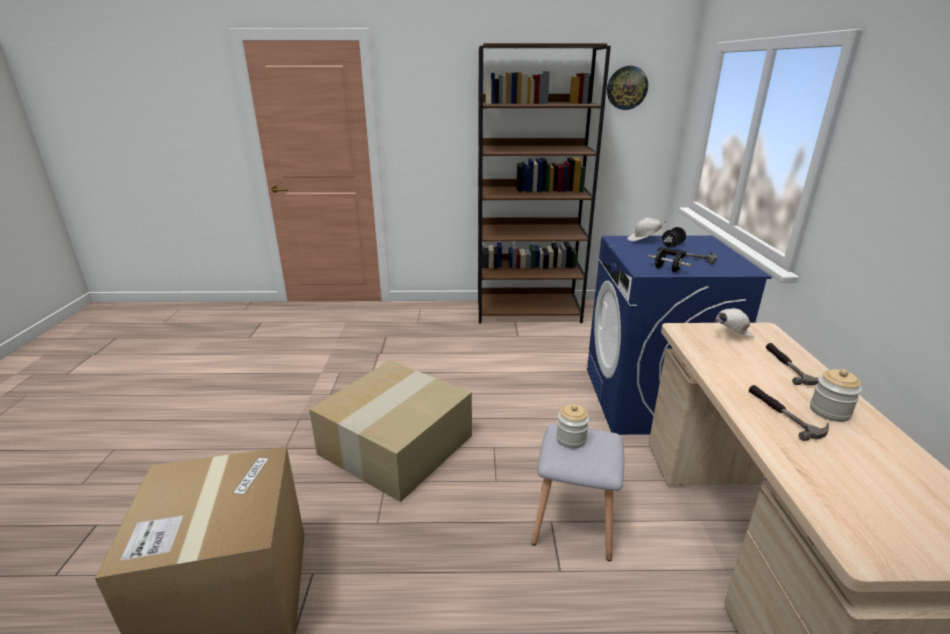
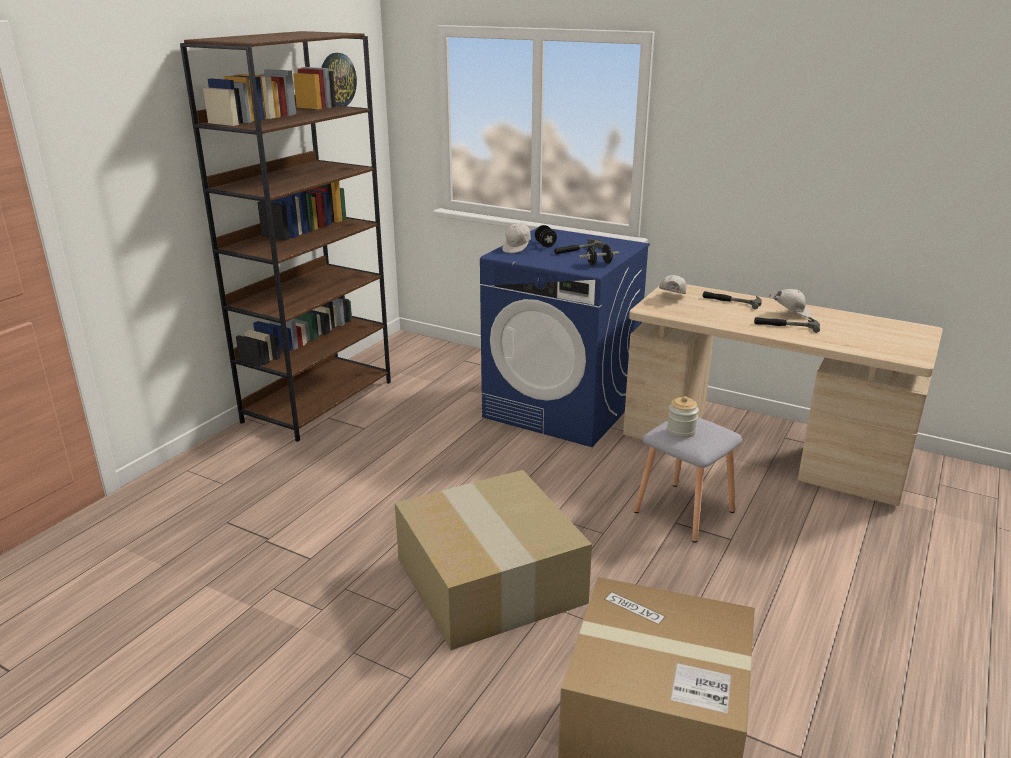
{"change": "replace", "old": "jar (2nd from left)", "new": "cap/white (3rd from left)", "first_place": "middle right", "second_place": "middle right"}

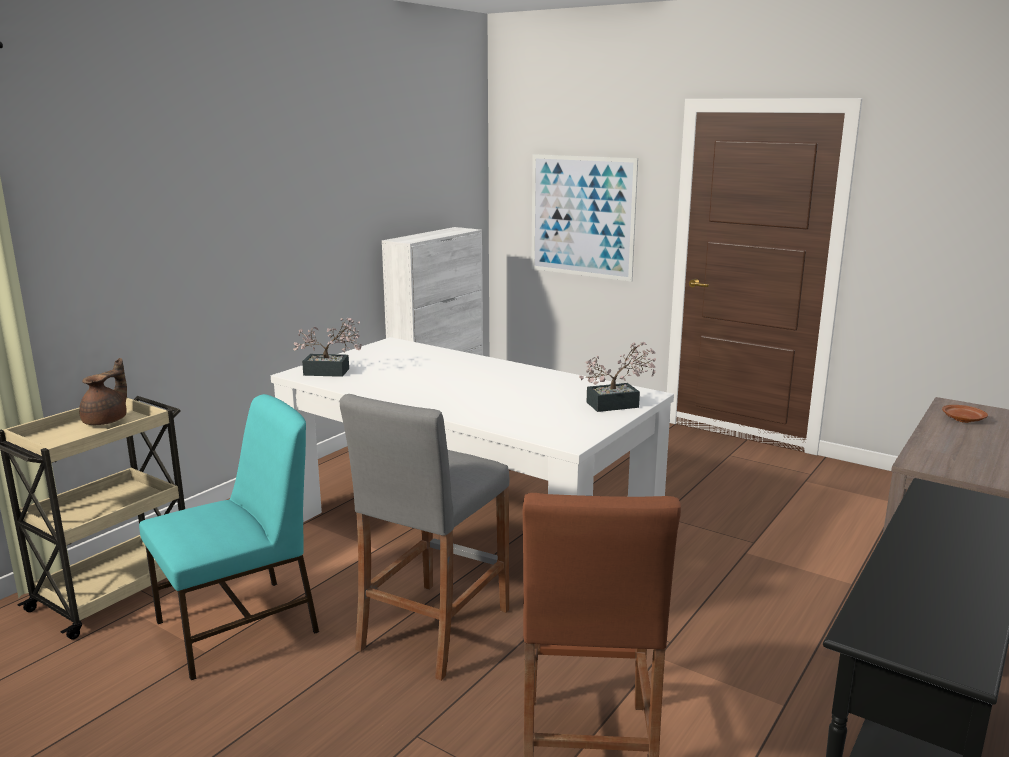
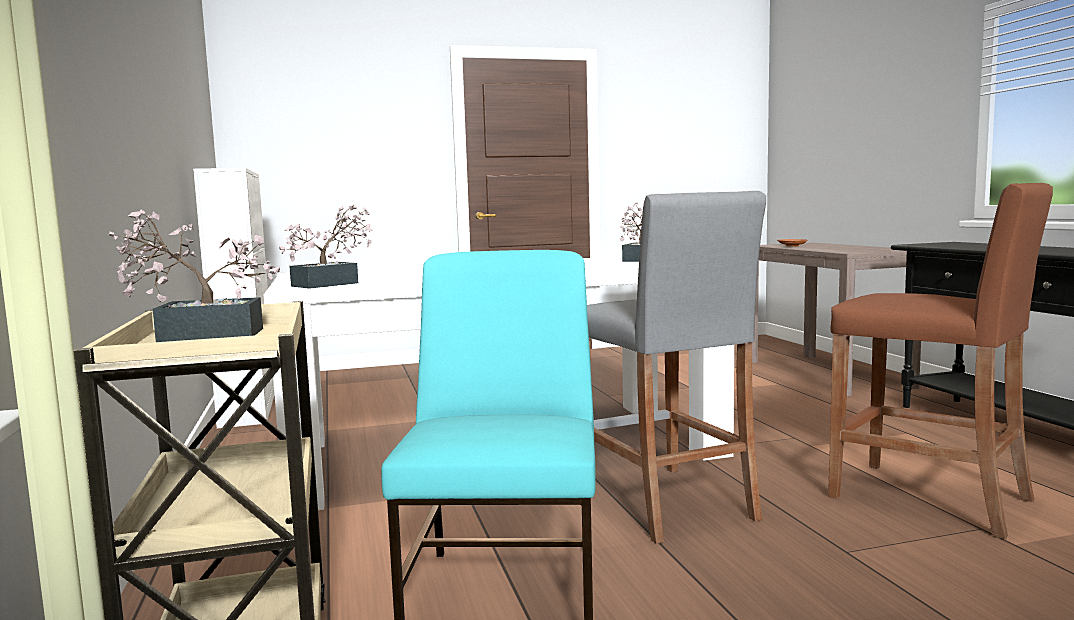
{"change": "replace", "old": "teapot/brown", "new": "potted plant (1st from left)", "first_place": "middle left", "second_place": "middle left"}
{"change": "delete", "old": "picture", "first_place": "top centre"}

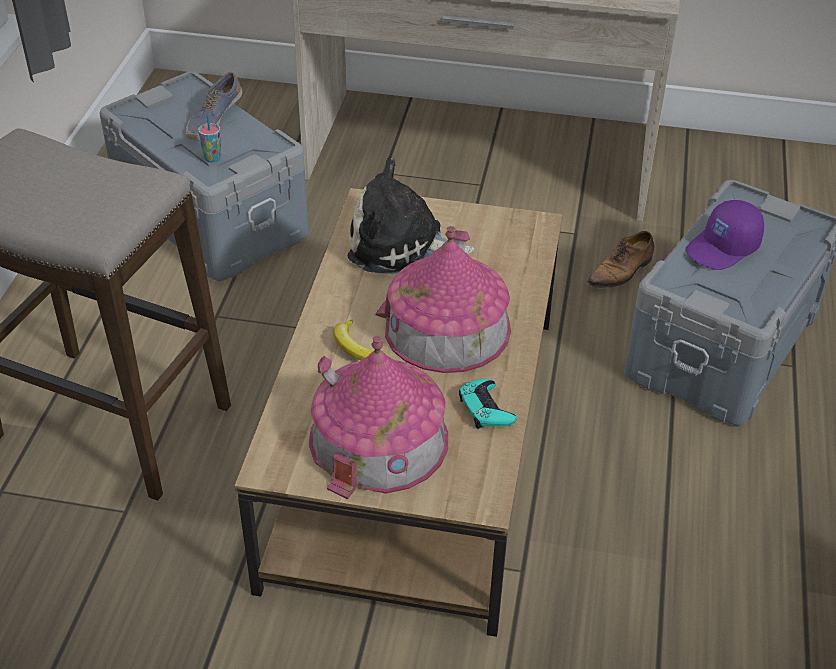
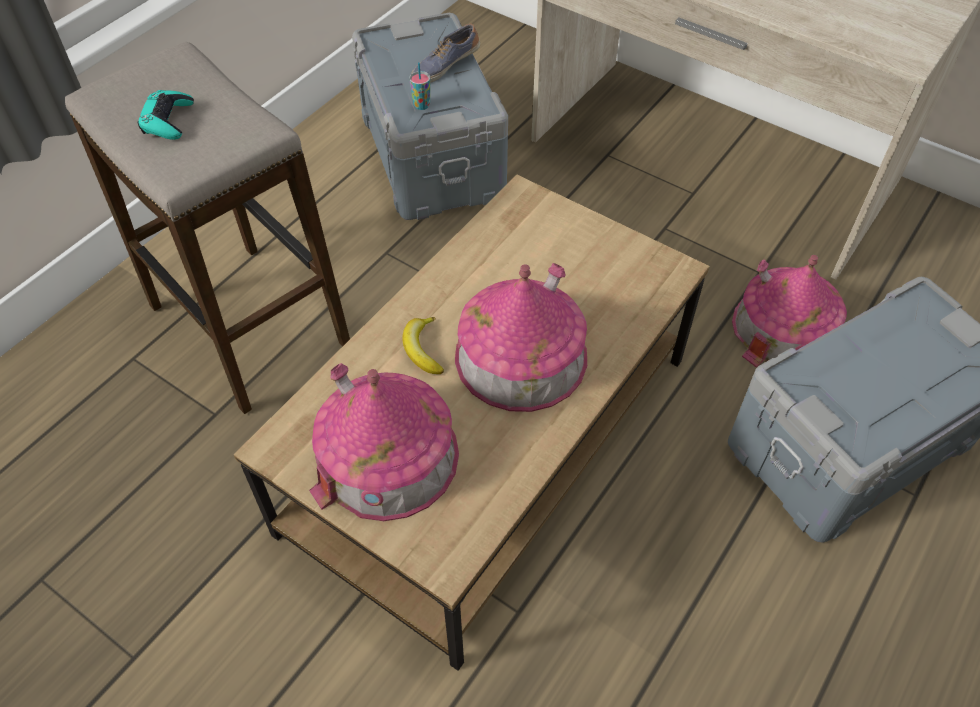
{"change": "delete", "old": "plush toy", "first_place": "top centre"}
{"change": "move", "old": "game controller/turquoise", "first_place": "centre", "second_place": "top left"}
{"change": "replace", "old": "shoe (2nd from left)", "new": "toy house (3rd from left)", "first_place": "middle right", "second_place": "middle right"}
{"change": "delete", "old": "cap/purple", "first_place": "middle right"}

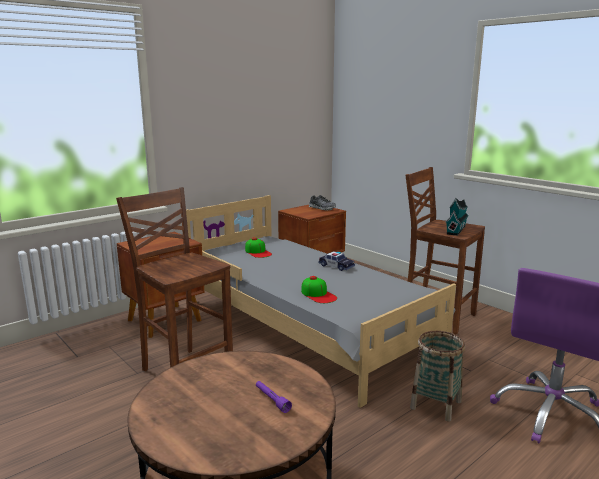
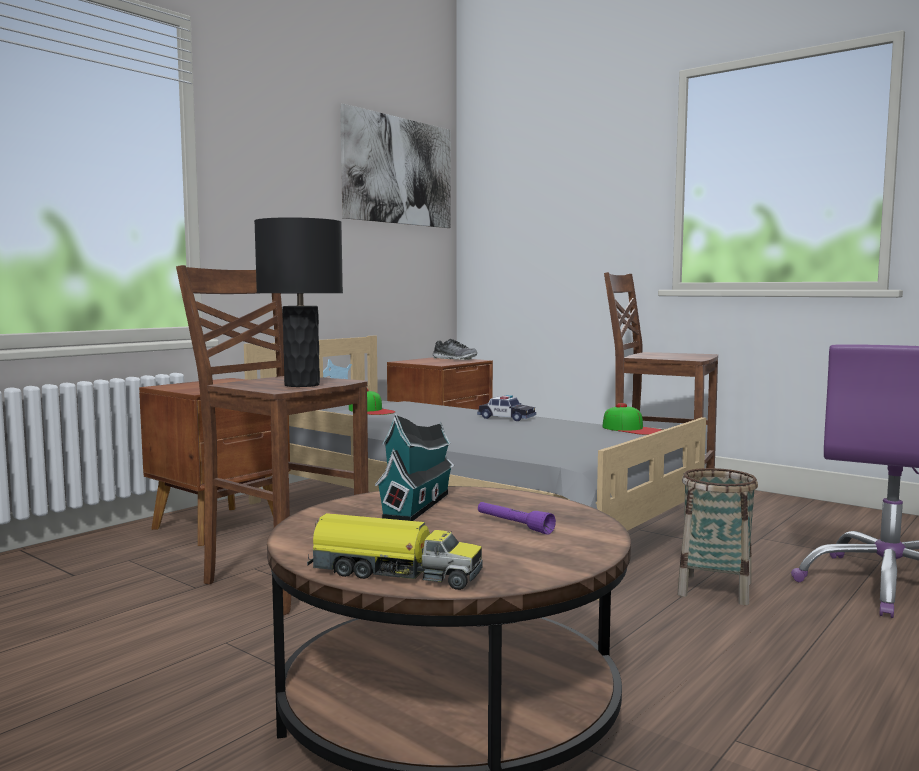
{"change": "move", "old": "cap (2nd from left)", "first_place": "centre", "second_place": "middle right"}
{"change": "move", "old": "toy house", "first_place": "middle right", "second_place": "centre"}
{"change": "insert", "new": "table lamp/black", "second_place": "middle left"}
{"change": "insert", "new": "toy truck", "second_place": "bottom centre"}
{"change": "insert", "new": "picture", "second_place": "top centre"}

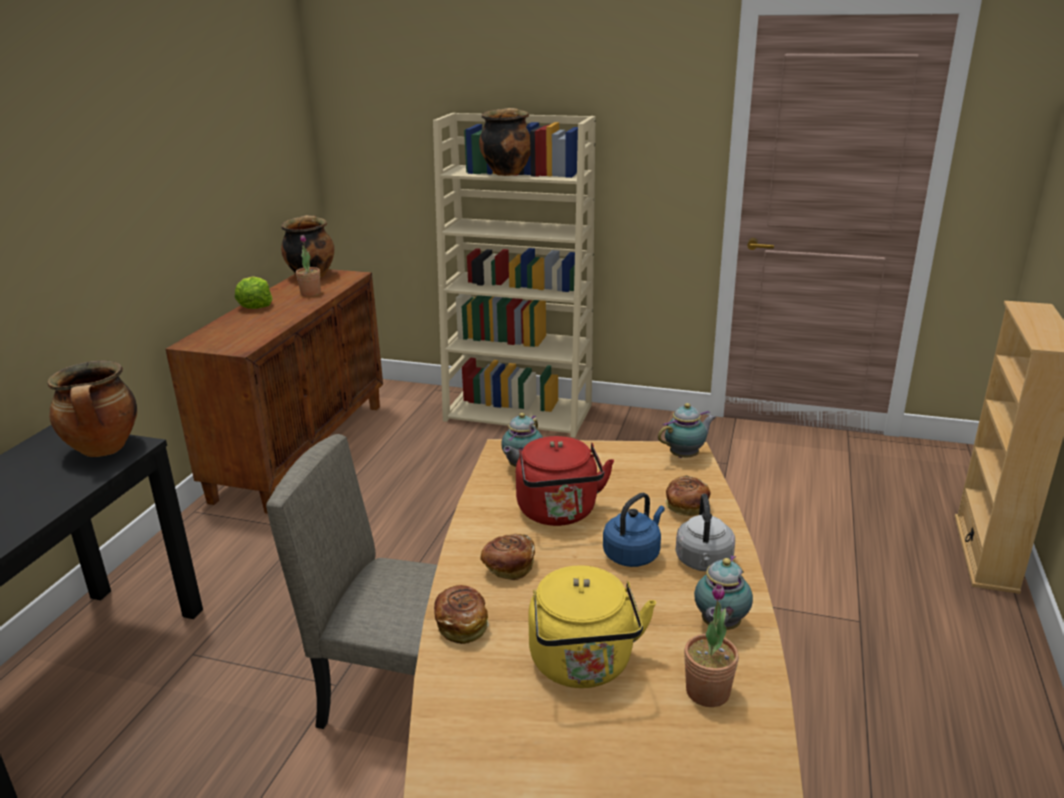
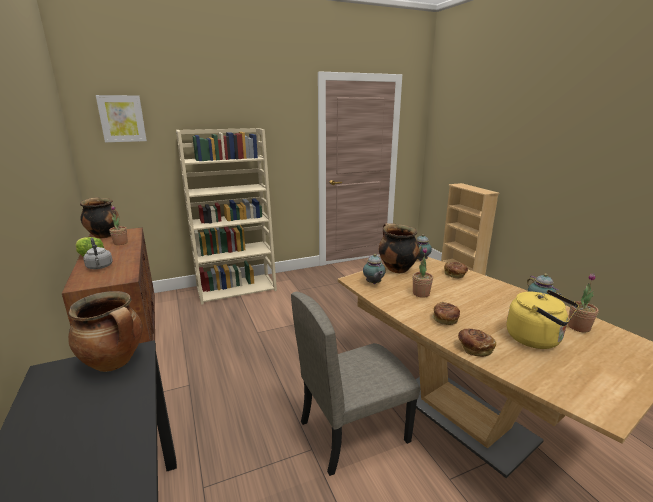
{"change": "move", "old": "cooking pot (3rd from left)", "first_place": "top centre", "second_place": "centre"}
{"change": "replace", "old": "kettle/red", "new": "potted plant (2nd from left)", "first_place": "centre", "second_place": "centre"}
{"change": "delete", "old": "kettle/blue", "first_place": "centre"}
{"change": "move", "old": "kettle/grey", "first_place": "bottom centre", "second_place": "middle left"}
{"change": "insert", "new": "picture", "second_place": "top left"}

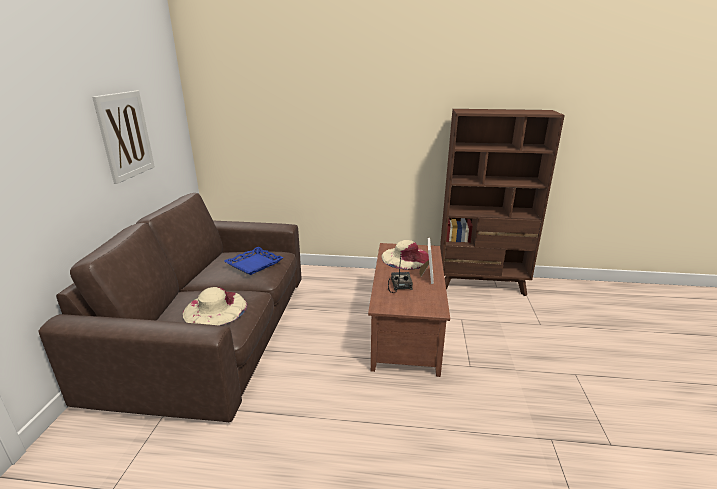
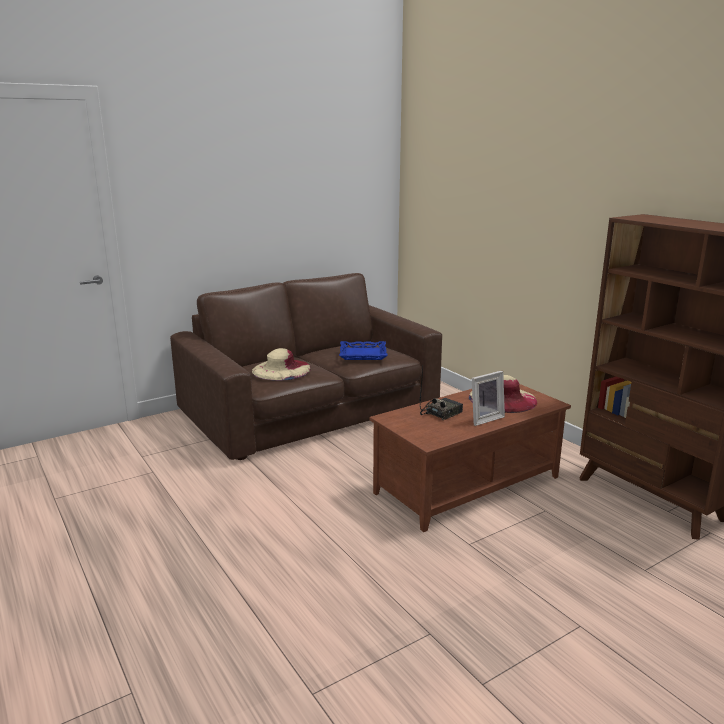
{"change": "delete", "old": "picture", "first_place": "top left"}

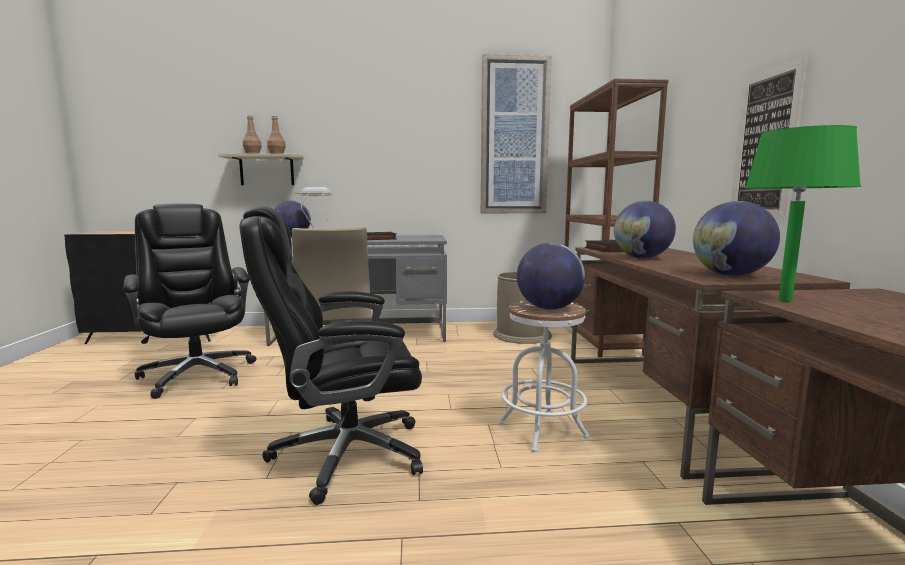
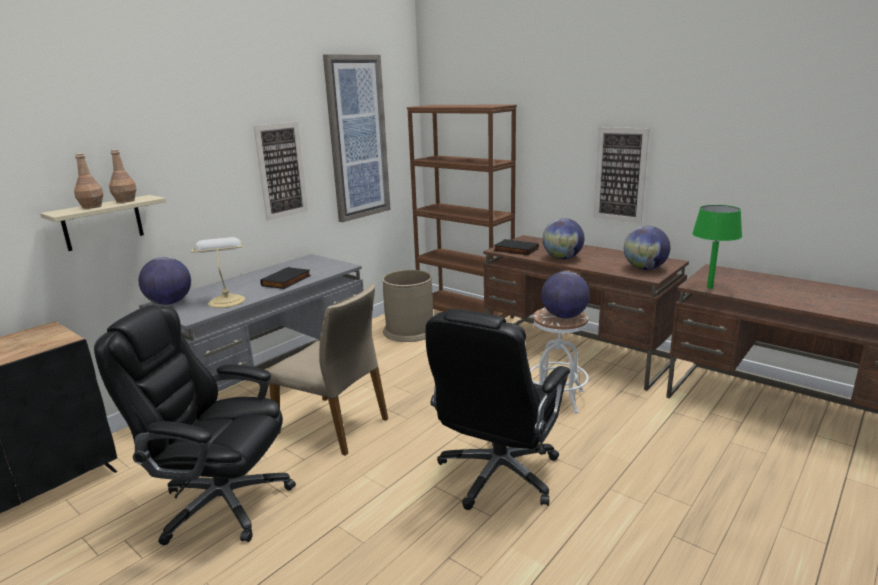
{"change": "insert", "new": "picture (1st from left)", "second_place": "top left"}

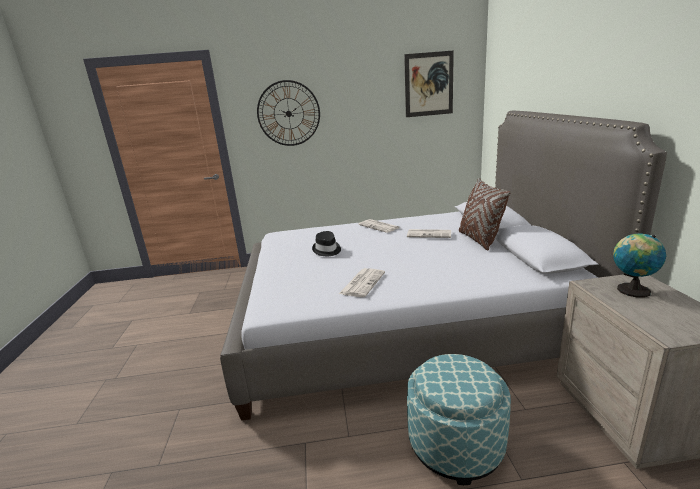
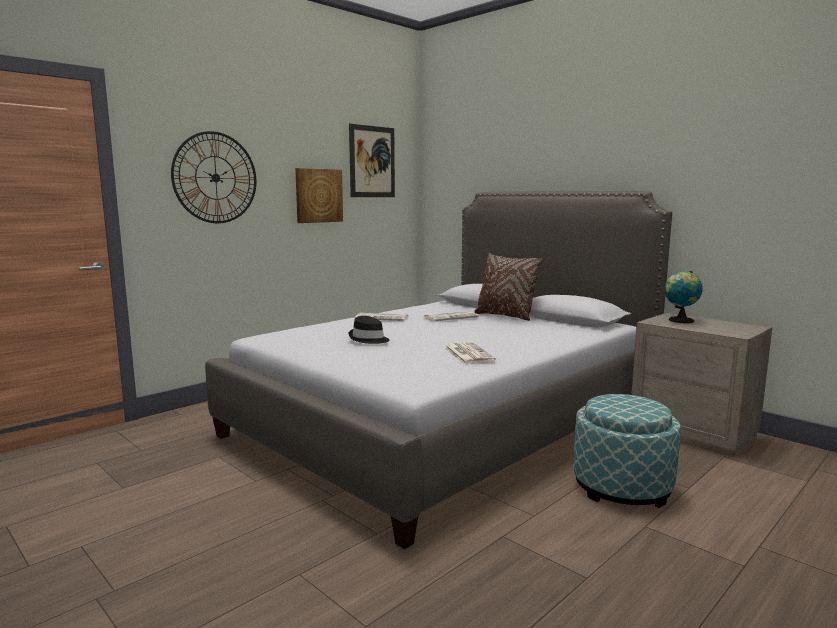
{"change": "insert", "new": "picture (1st from left)", "second_place": "top centre"}

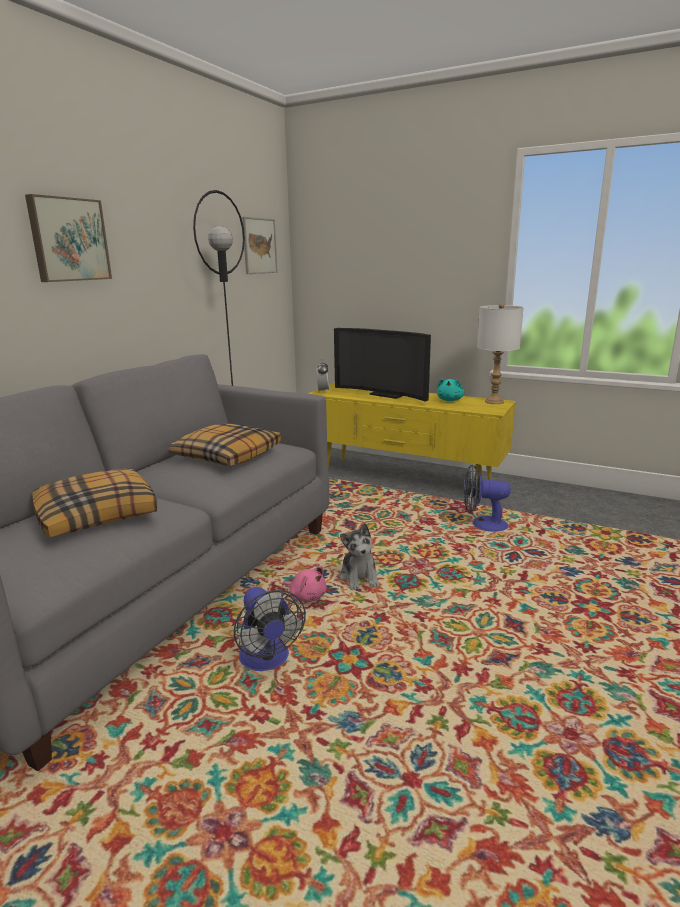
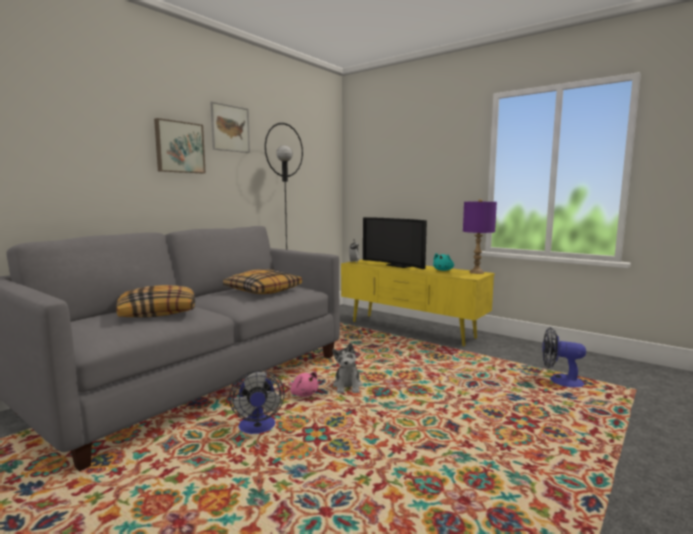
{"change": "move", "old": "picture (2nd from left)", "first_place": "top centre", "second_place": "top left"}
{"change": "move", "old": "fan (2nd from left)", "first_place": "middle right", "second_place": "bottom right"}
{"change": "recolor", "old": "table lamp/white", "new": "table lamp/purple", "first_place": "middle right", "second_place": "middle right"}

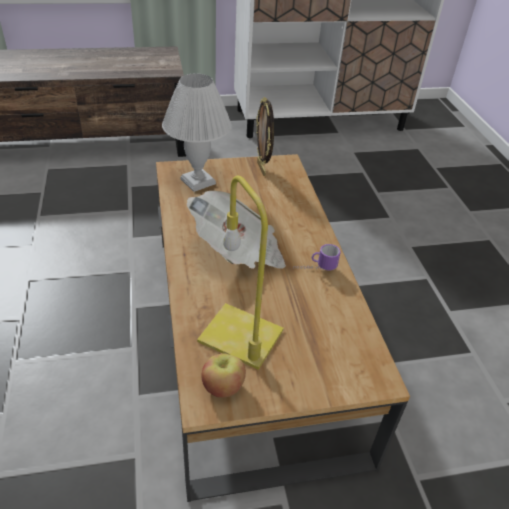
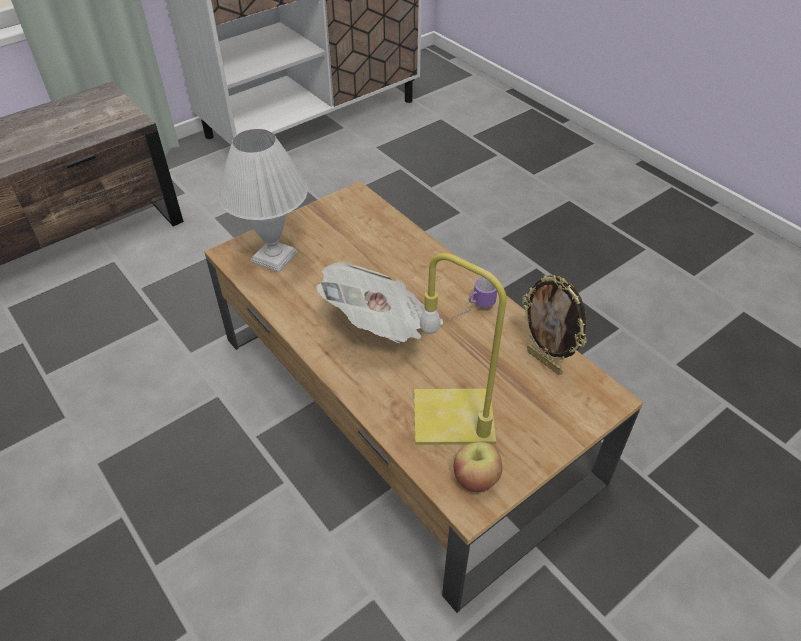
{"change": "move", "old": "picture frame", "first_place": "top centre", "second_place": "middle right"}

